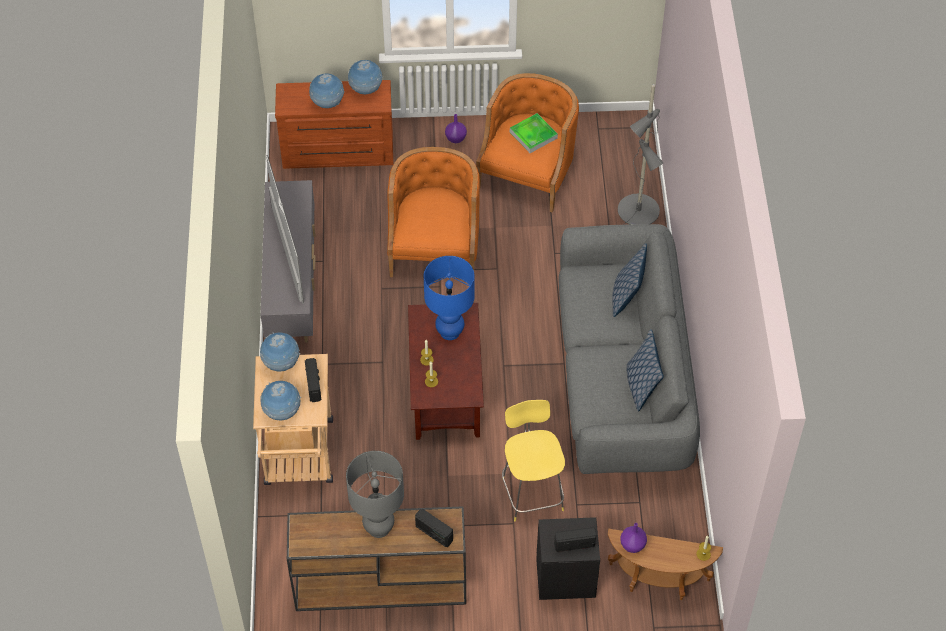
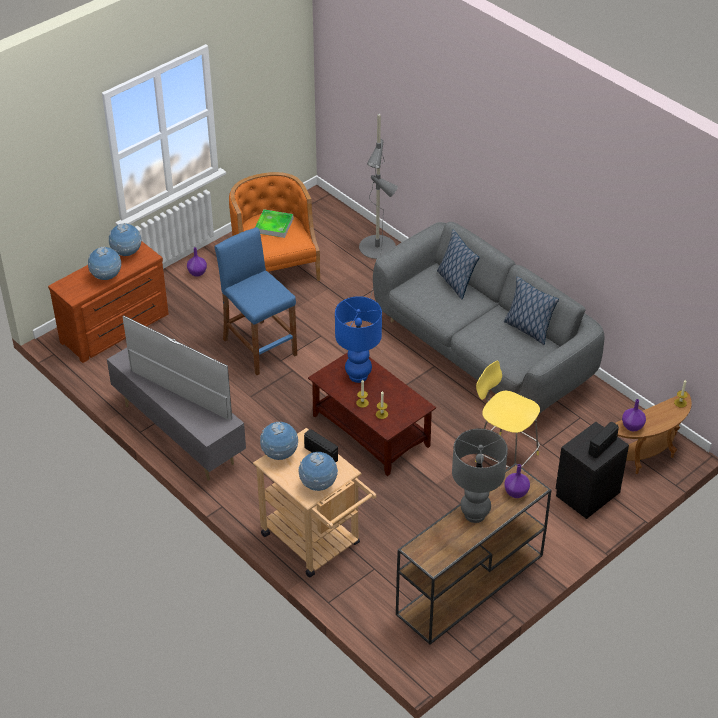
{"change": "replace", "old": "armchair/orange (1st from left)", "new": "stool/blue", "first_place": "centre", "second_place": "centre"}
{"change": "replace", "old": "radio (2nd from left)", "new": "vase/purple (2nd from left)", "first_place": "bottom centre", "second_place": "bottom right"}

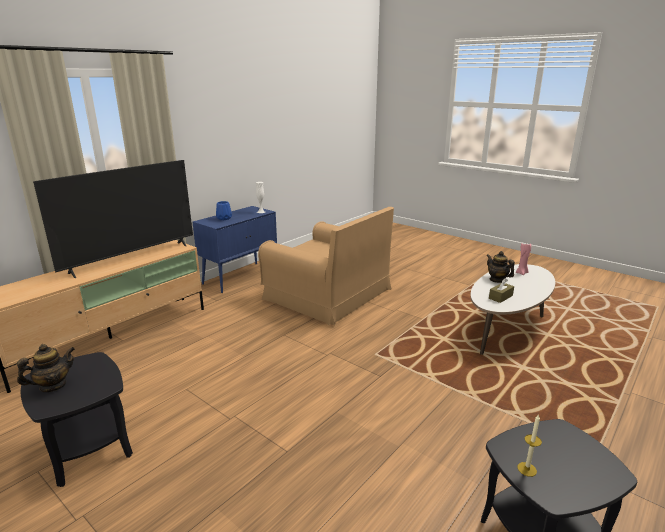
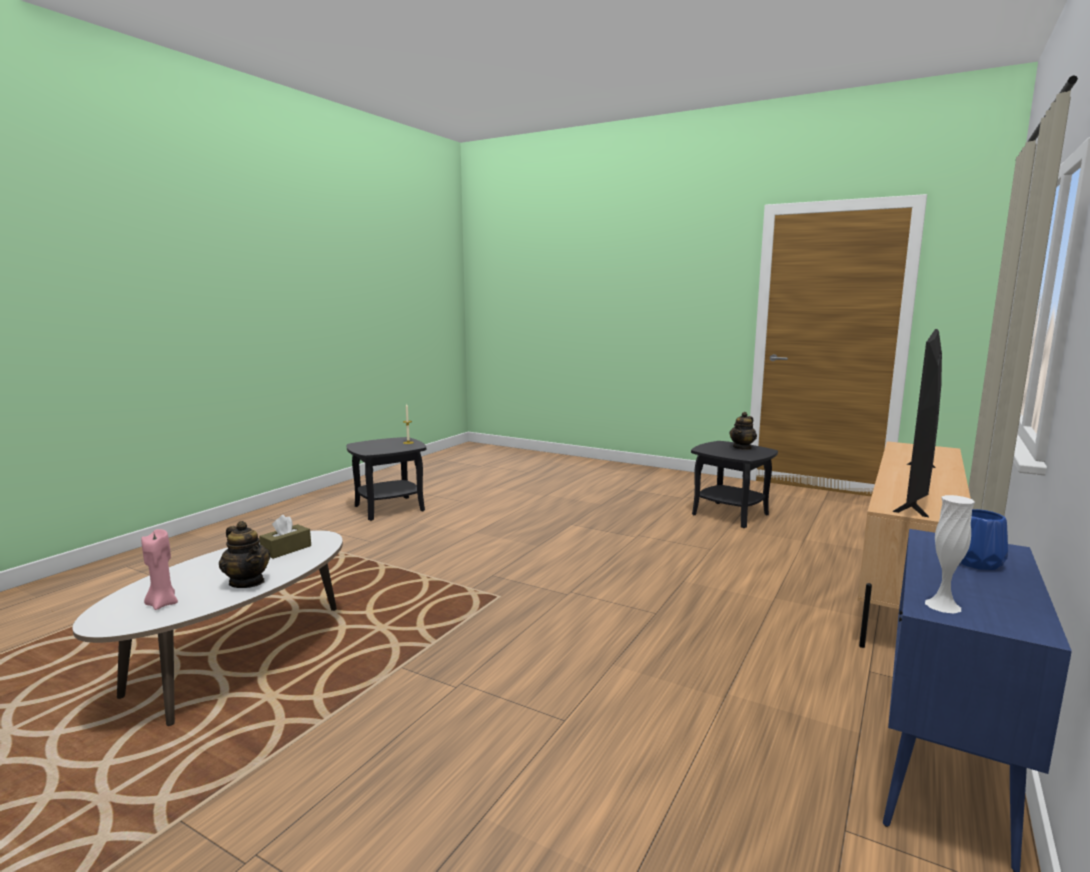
{"change": "delete", "old": "armchair/brown", "first_place": "centre"}

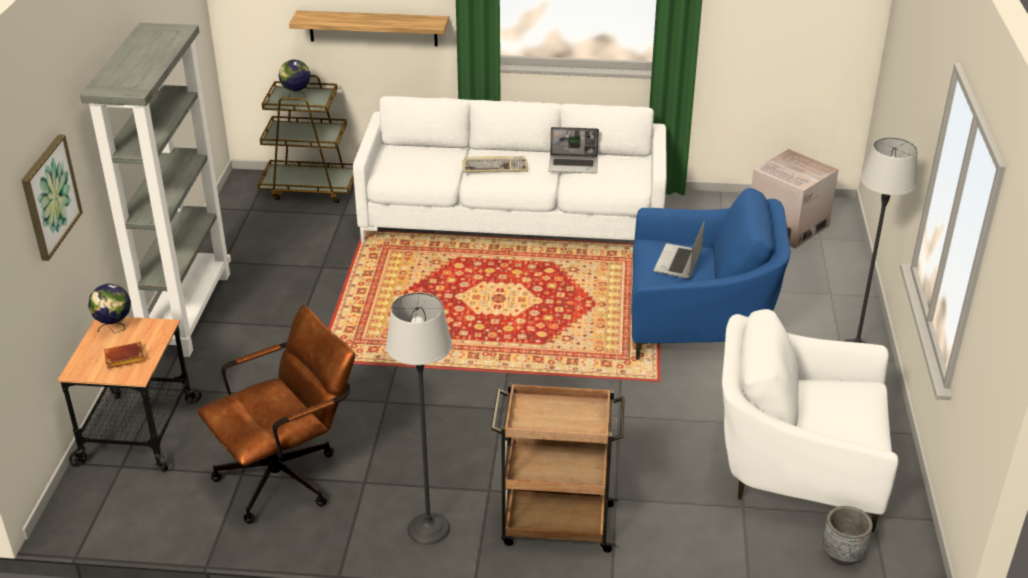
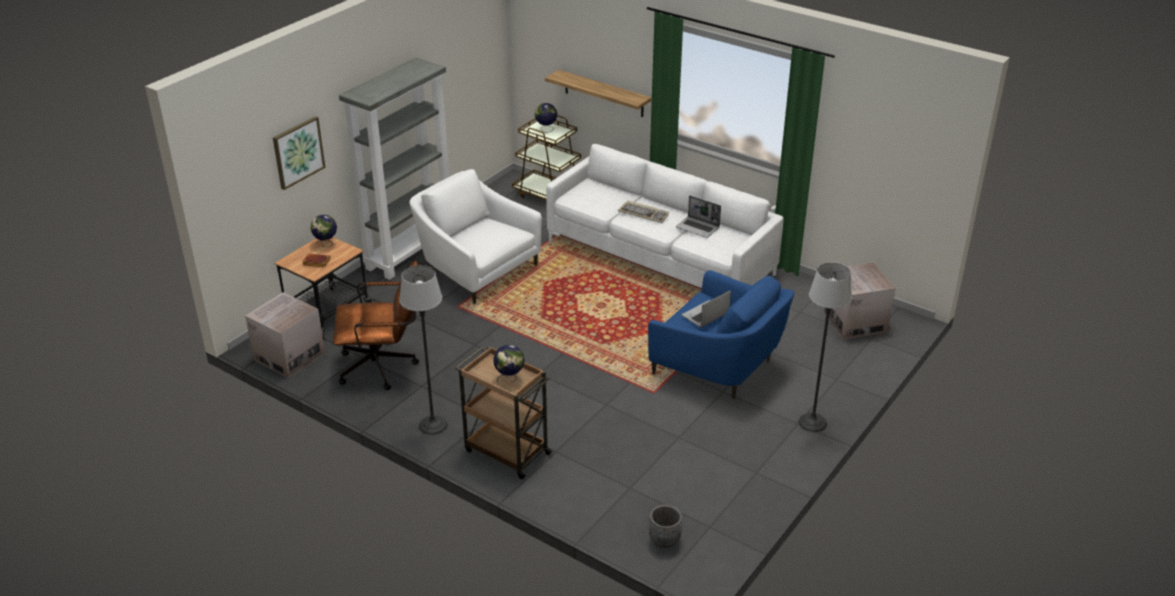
{"change": "move", "old": "armchair/white", "first_place": "bottom right", "second_place": "centre"}
{"change": "insert", "new": "cardboard box (1st from left)", "second_place": "middle left"}
{"change": "insert", "new": "globe (2nd from left)", "second_place": "centre"}

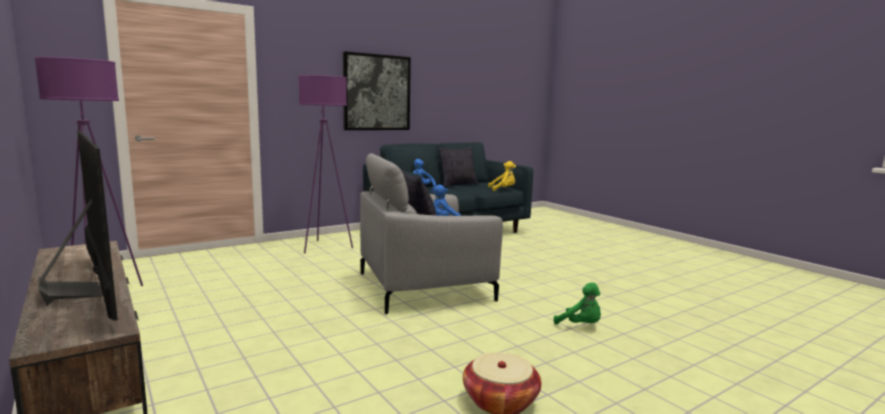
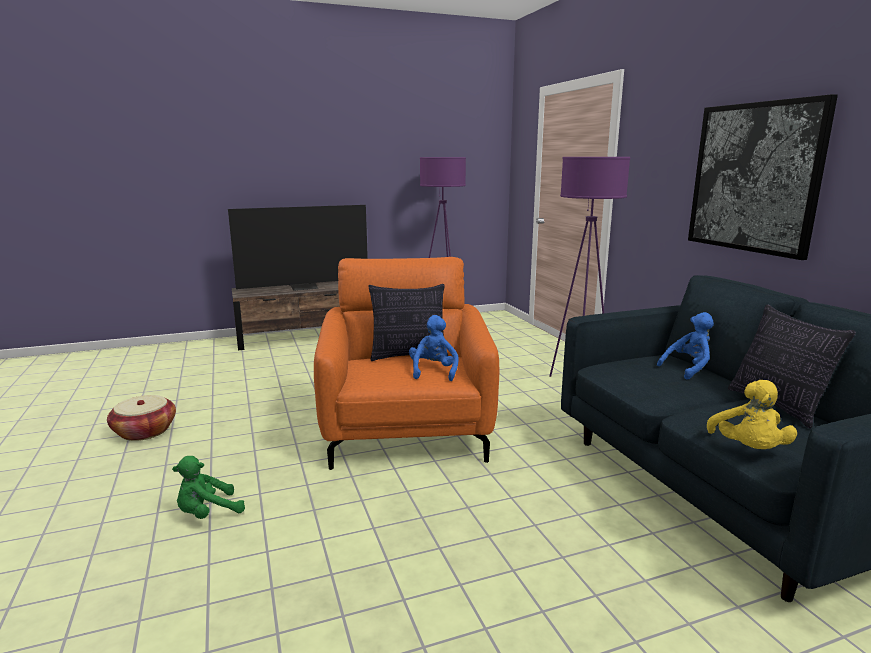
{"change": "recolor", "old": "armchair/grey", "new": "armchair/orange", "first_place": "centre", "second_place": "centre"}

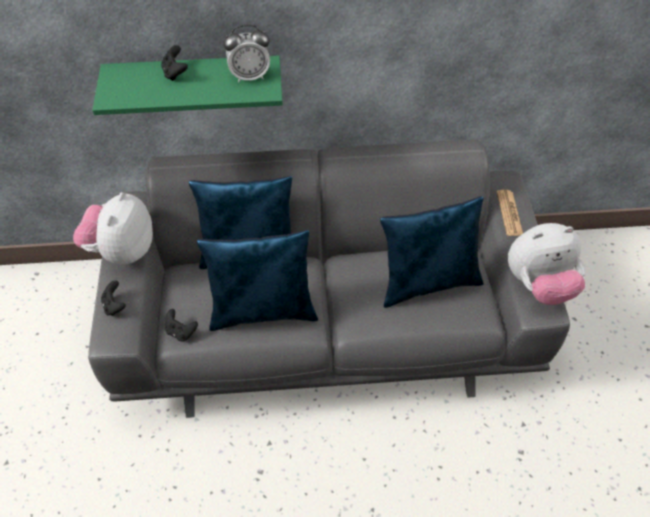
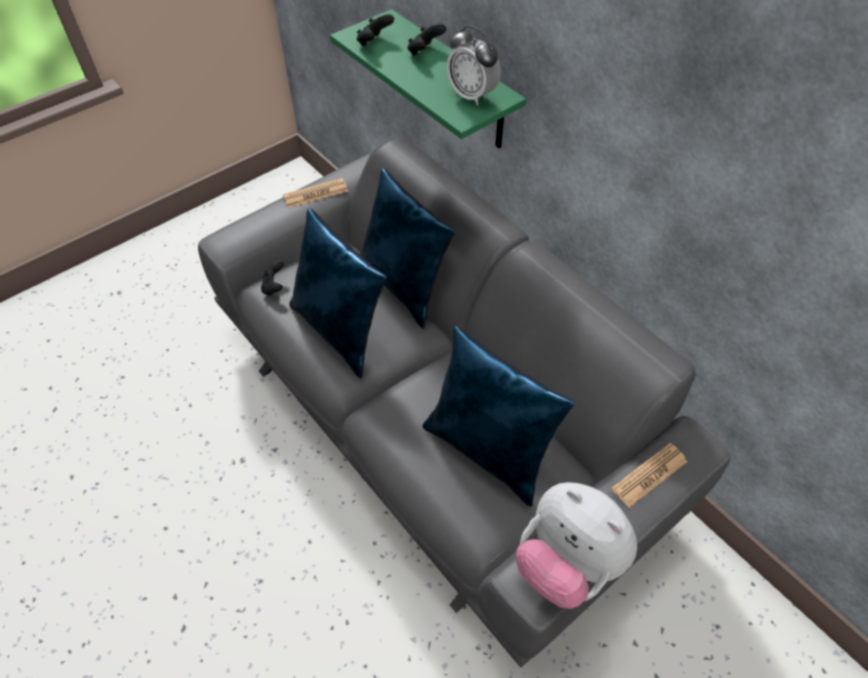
{"change": "replace", "old": "plush toy (1st from left)", "new": "newspaper (1st from left)", "first_place": "middle left", "second_place": "top centre"}
{"change": "move", "old": "game controller/black (1st from left in the first image)", "new": "game controller/black (2nd from left)", "first_place": "middle left", "second_place": "top centre"}

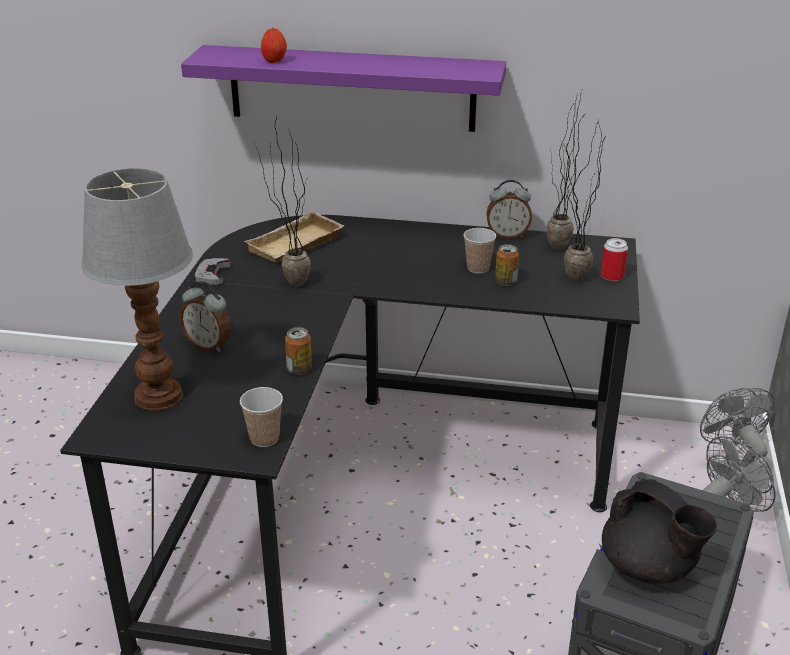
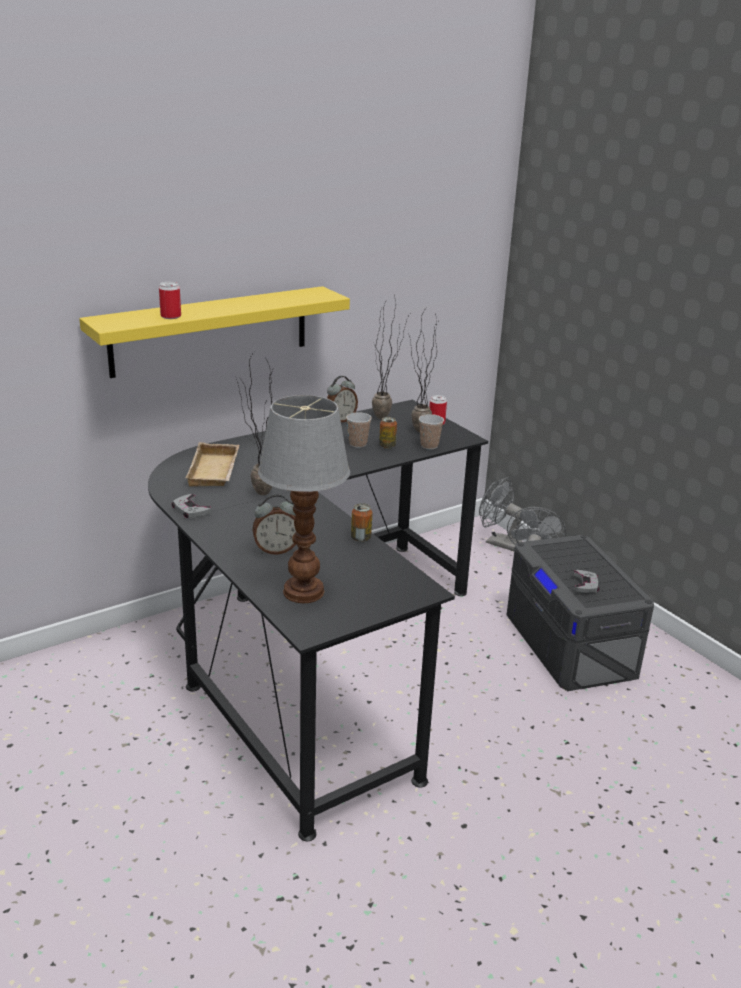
{"change": "recolor", "old": "shelf/purple", "new": "shelf/yellow", "first_place": "top centre", "second_place": "middle left"}
{"change": "move", "old": "cup (1st from left in the first image)", "new": "cup (2nd from left)", "first_place": "middle left", "second_place": "centre"}
{"change": "replace", "old": "apple", "new": "can (1st from left)", "first_place": "top centre", "second_place": "top left"}
{"change": "replace", "old": "teapot/black", "new": "game controller/grey (2nd from left)", "first_place": "bottom right", "second_place": "middle right"}

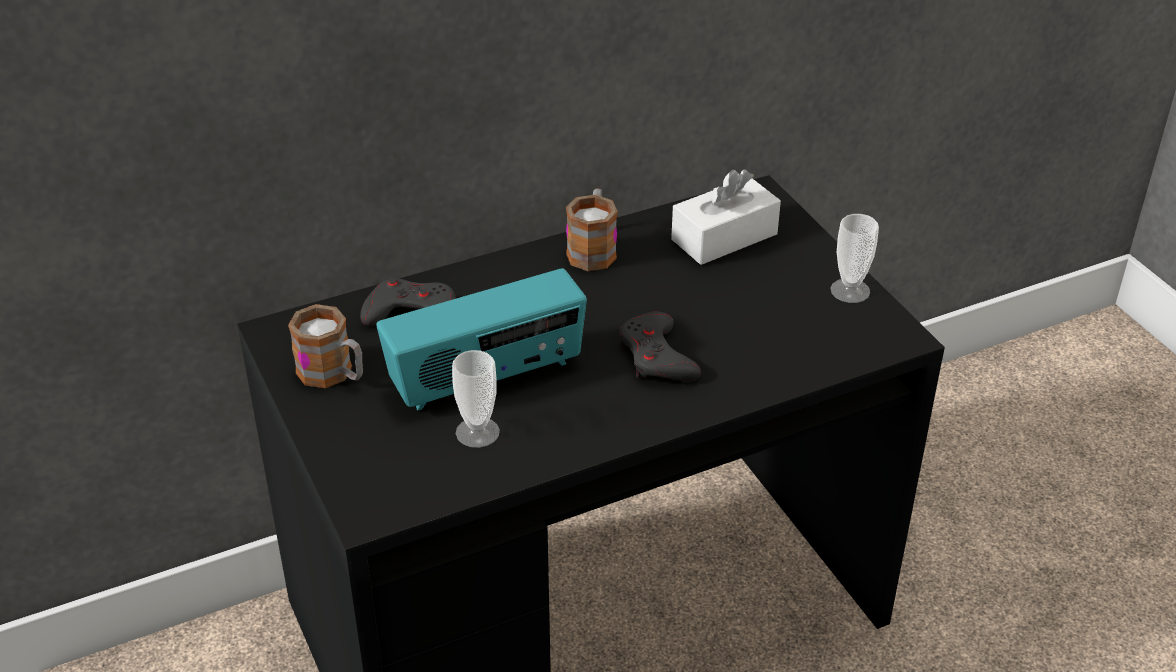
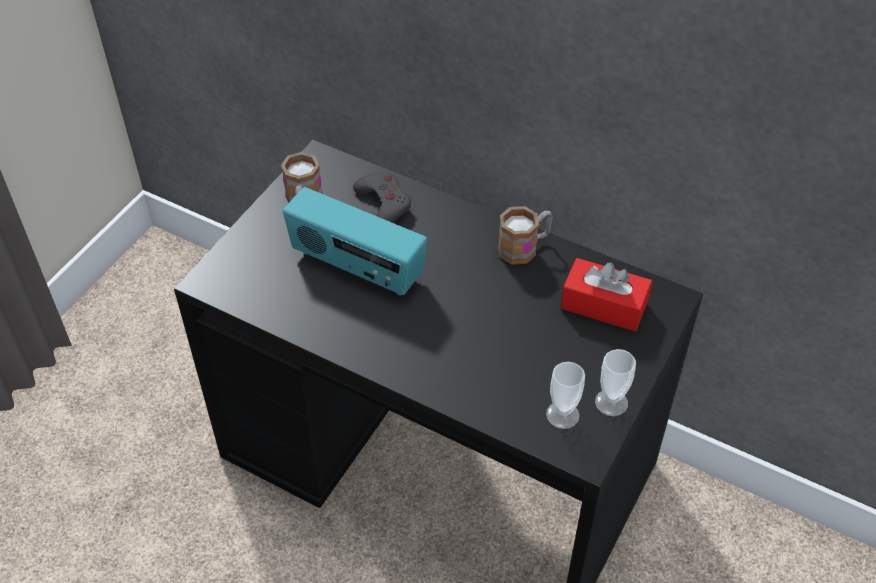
{"change": "move", "old": "cup (1st from left)", "first_place": "centre", "second_place": "bottom centre"}
{"change": "delete", "old": "game controller/grey (2nd from left)", "first_place": "centre"}
{"change": "recolor", "old": "tissue box/white", "new": "tissue box/red", "first_place": "top centre", "second_place": "middle right"}

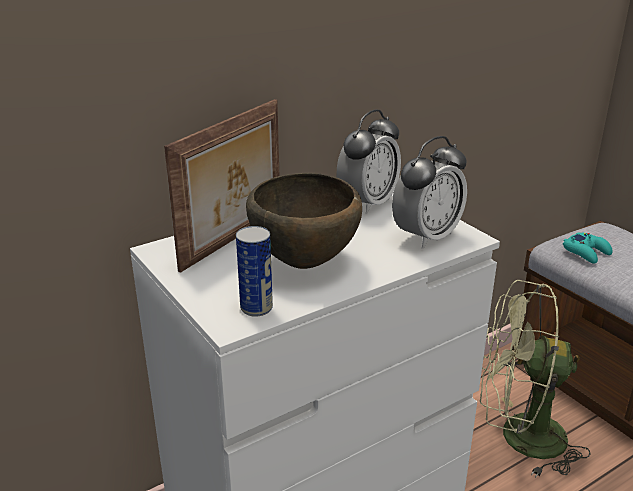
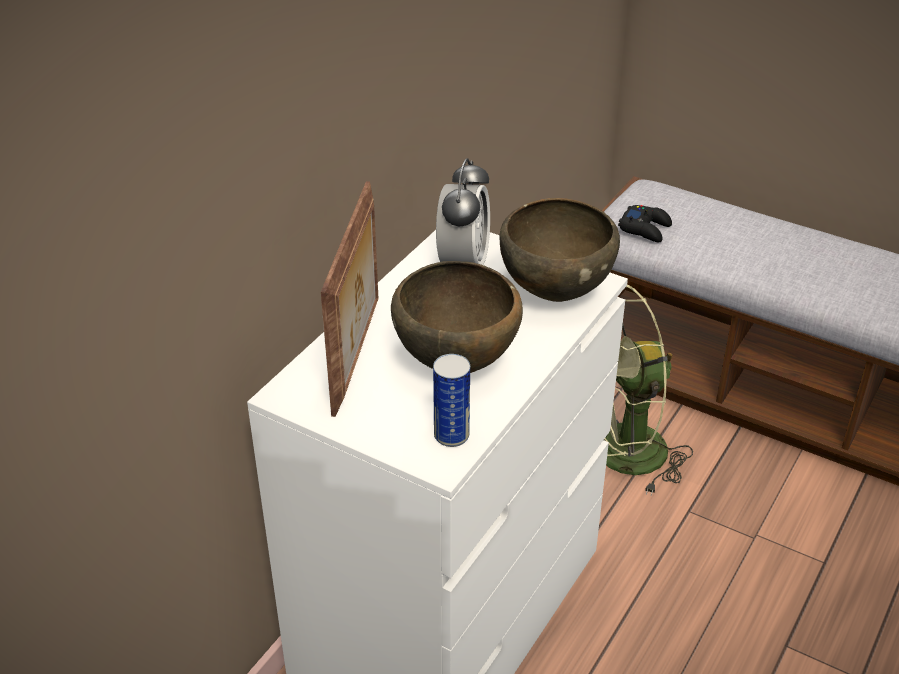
{"change": "replace", "old": "alarm clock (2nd from left)", "new": "bowl/brown (2nd from left)", "first_place": "middle right", "second_place": "centre"}
{"change": "recolor", "old": "game controller/turquoise", "new": "game controller/black", "first_place": "middle right", "second_place": "top right"}

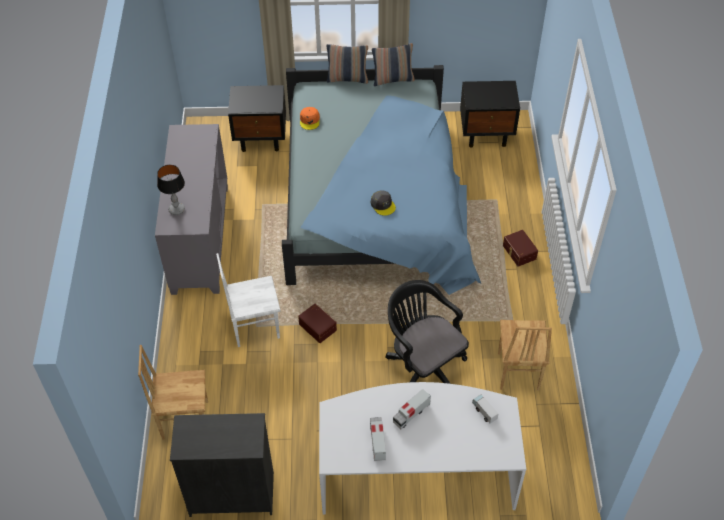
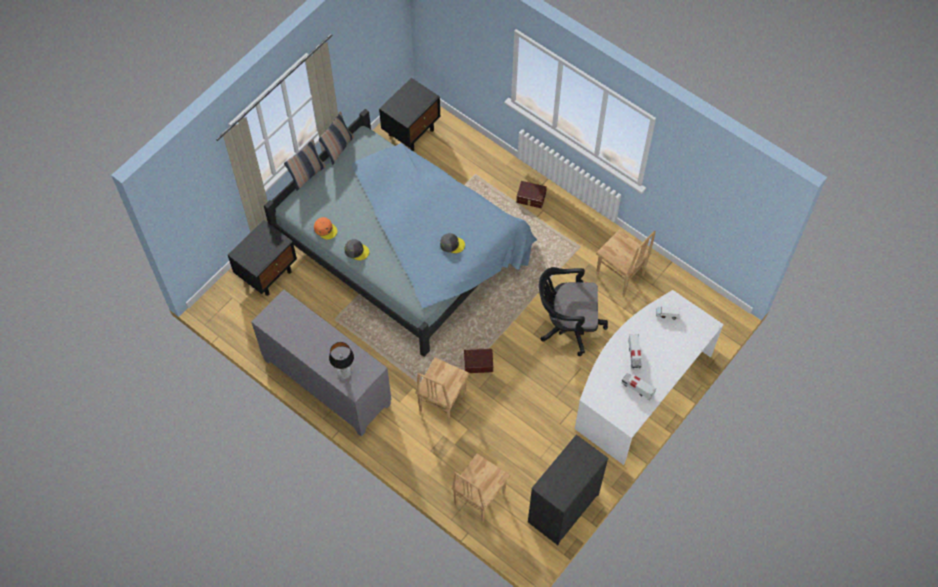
{"change": "recolor", "old": "chair/white", "new": "chair/brown (1st from left)", "first_place": "centre", "second_place": "centre"}
{"change": "insert", "new": "cap/grey (1st from left)", "second_place": "centre"}

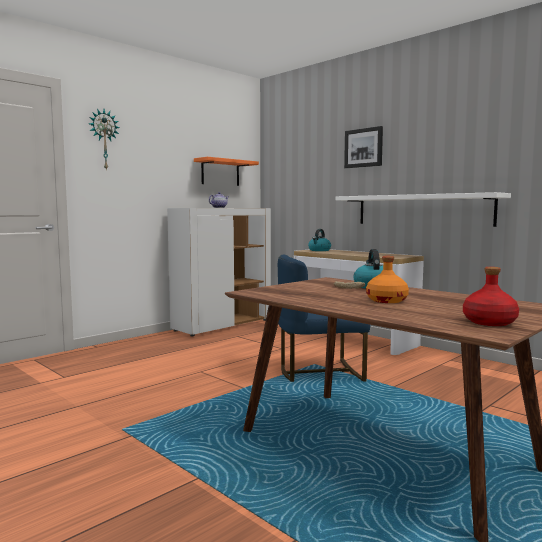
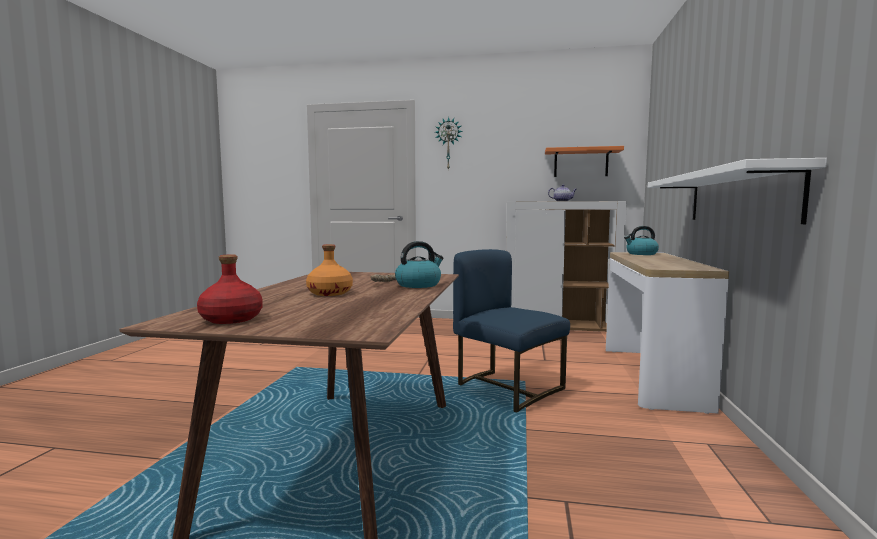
{"change": "delete", "old": "picture", "first_place": "top right"}

